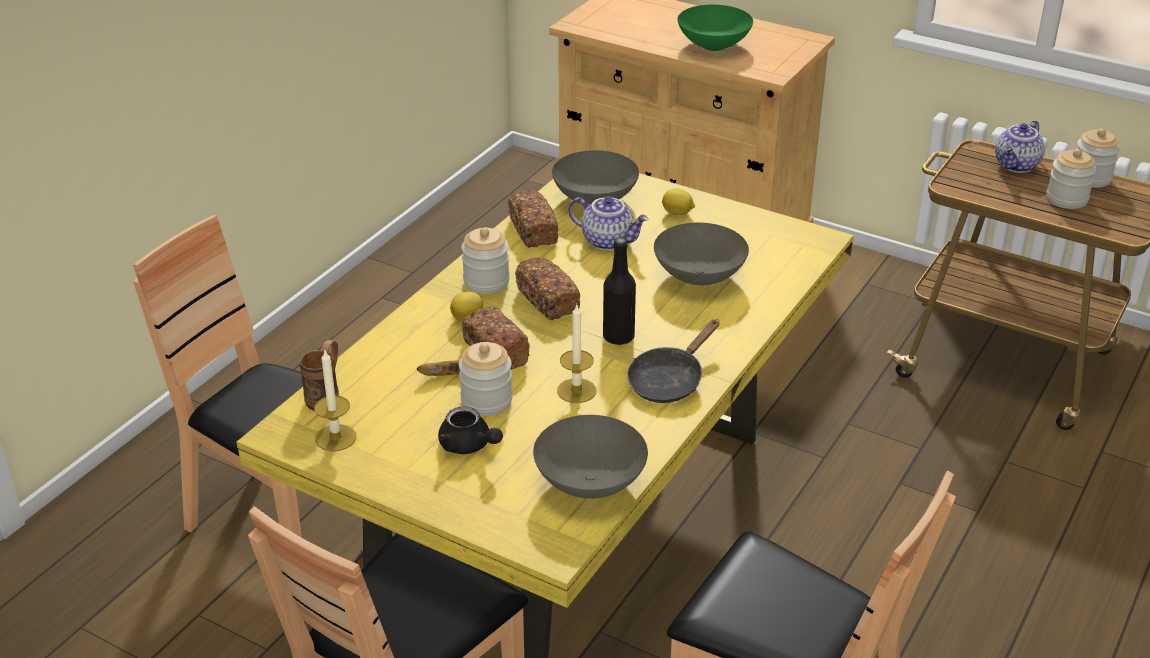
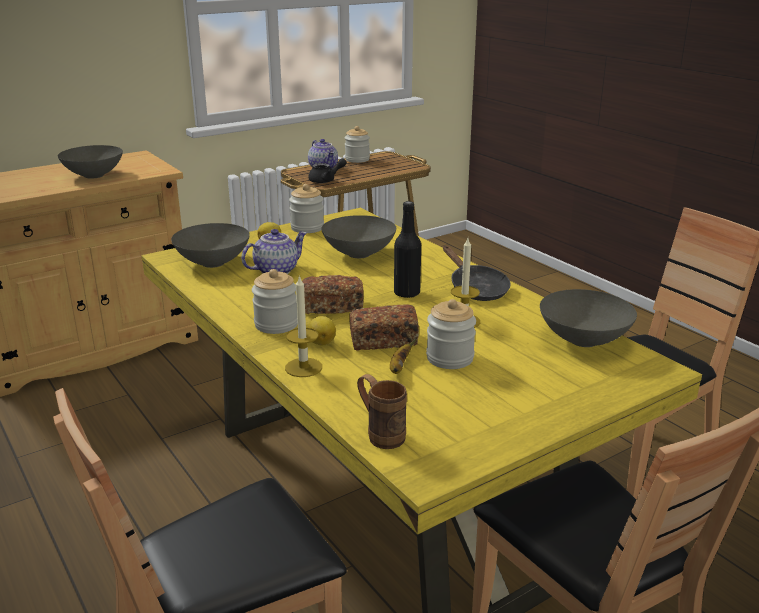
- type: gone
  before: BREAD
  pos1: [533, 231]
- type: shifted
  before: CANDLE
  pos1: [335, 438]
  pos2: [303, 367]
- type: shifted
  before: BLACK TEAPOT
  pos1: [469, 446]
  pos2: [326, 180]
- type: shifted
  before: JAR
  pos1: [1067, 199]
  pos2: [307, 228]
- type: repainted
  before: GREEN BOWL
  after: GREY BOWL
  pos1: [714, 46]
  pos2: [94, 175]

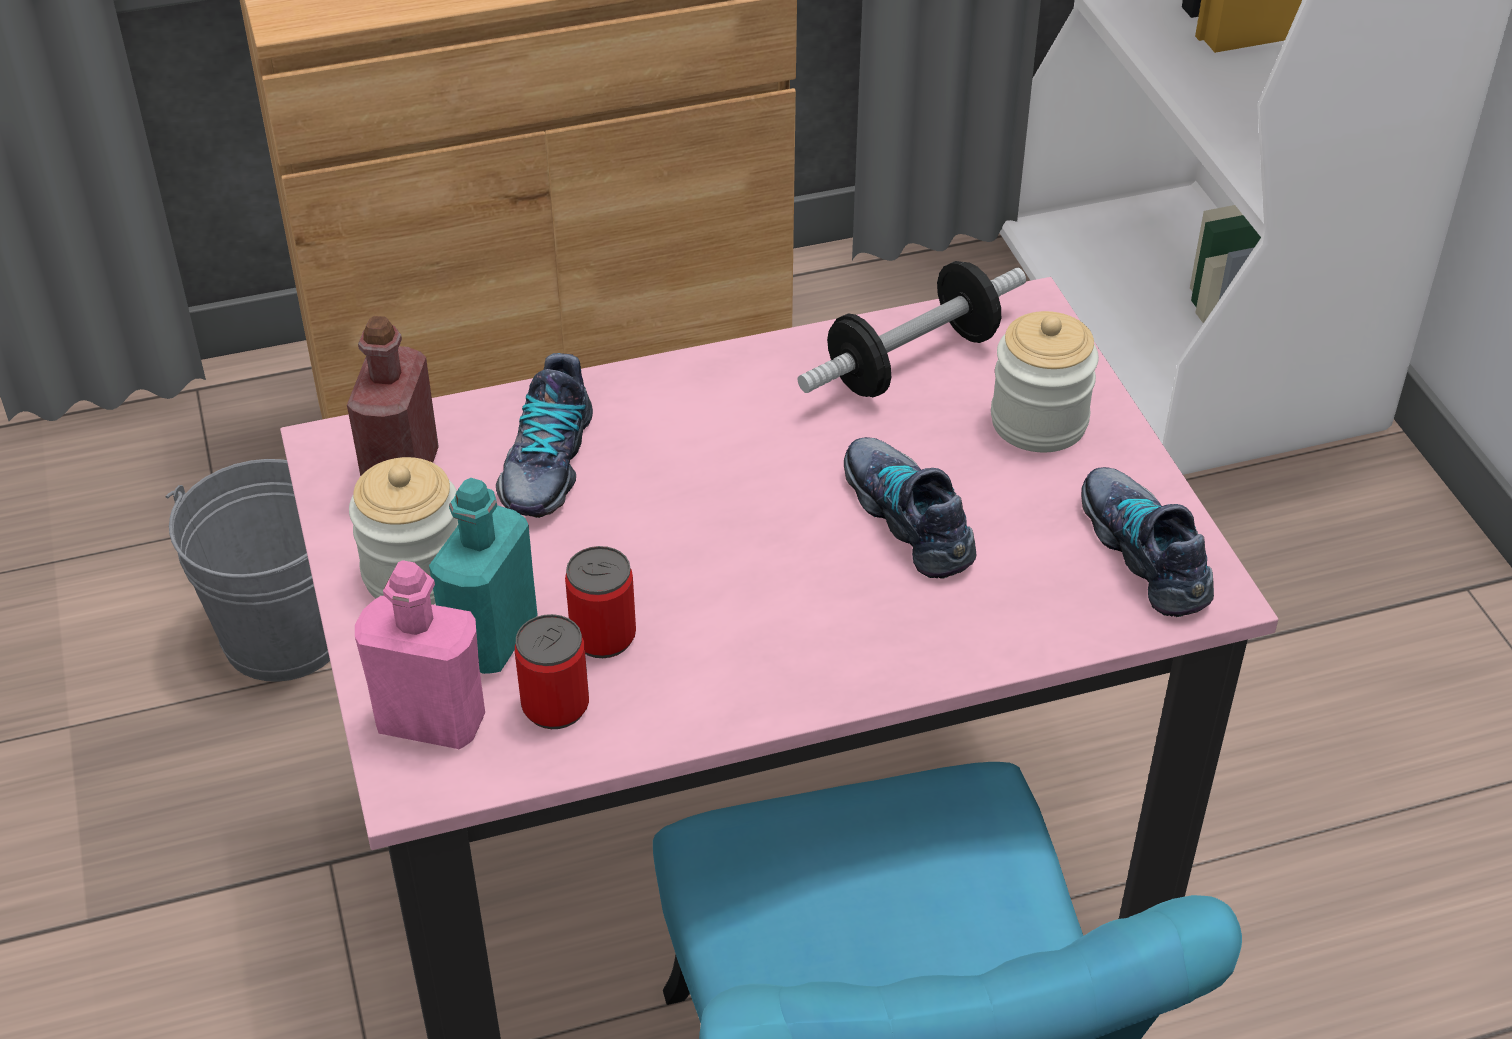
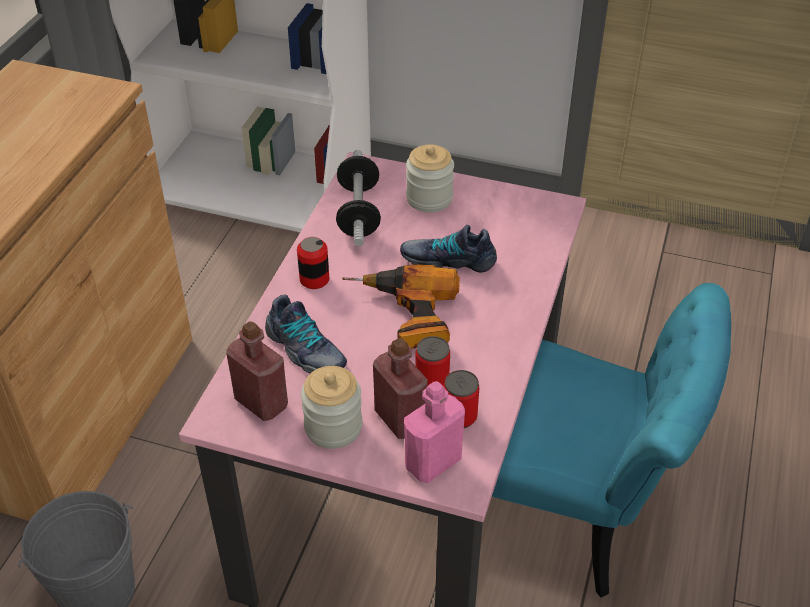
- type: gone
  before: SHOE
  pos1: [1146, 552]
- type: new
  after: CAN
  pos2: [314, 279]
- type: new
  after: POWER DRILL
  pos2: [407, 317]
- type: repainted
  before: TURQUOISE BOTTLE
  after: RED BOTTLE
  pos1: [491, 639]
  pos2: [400, 419]

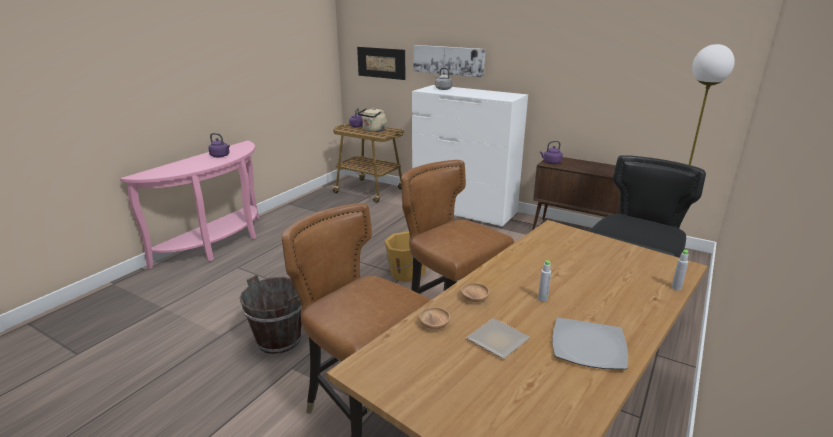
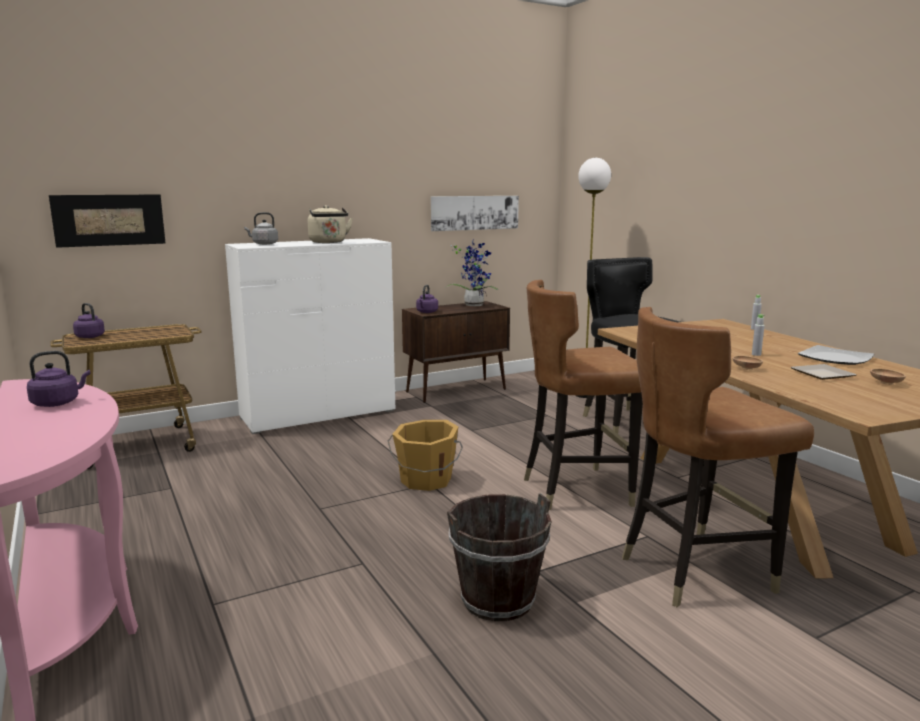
- type: new
  after: POTTED PLANT
  pos2: [474, 305]
- type: shifted
  before: BEIGE KETTLE
  pos1: [373, 130]
  pos2: [328, 242]
- type: shifted
  before: PICTURE
  pos1: [448, 60]
  pos2: [474, 212]
- type: shifted
  before: BROWN BOWL
  pos1: [434, 325]
  pos2: [886, 383]

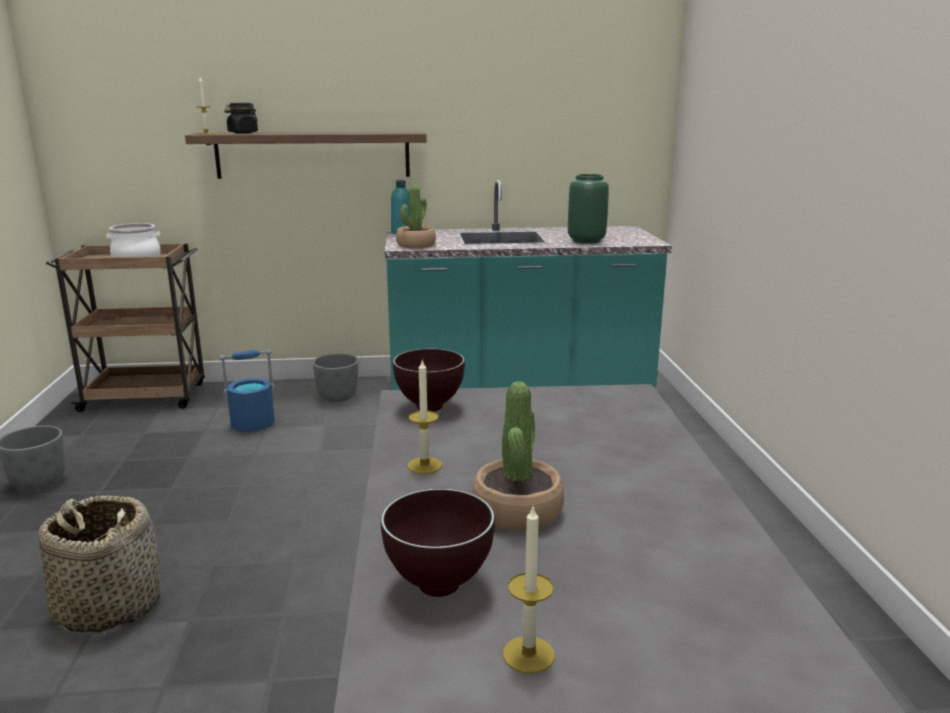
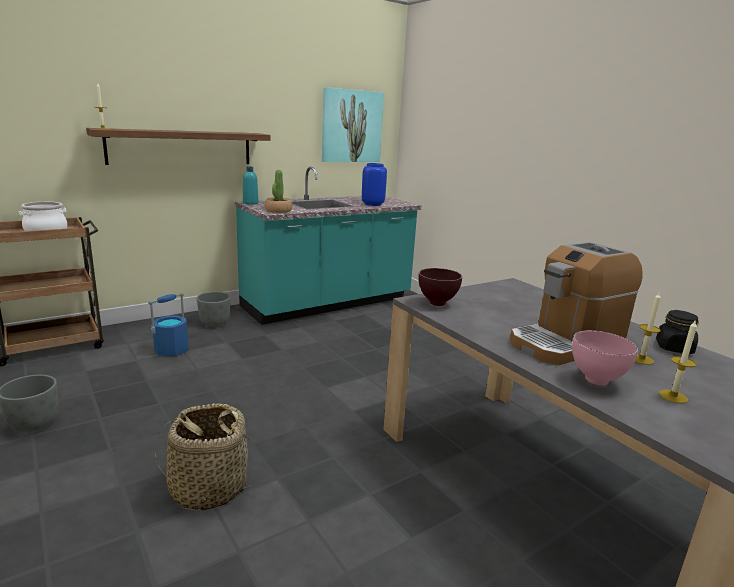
- type: new
  after: PICTURE
  pos2: [352, 126]
- type: shifted
  before: BLACK JAR
  pos1: [242, 133]
  pos2: [674, 348]
- type: shifted
  before: CANDLE
  pos1: [424, 465]
  pos2: [641, 359]
- type: swapped
  before: POTTED PLANT
  after: COFFEE MACHINE
  pos1: [518, 511]
  pos2: [566, 343]
- type: repainted
  before: BROWN BOWL
  after: PINK BOWL
  pos1: [441, 585]
  pos2: [596, 380]
- type: repainted
  before: GREEN VASE
  after: BLUE VASE
  pos1: [586, 241]
  pos2: [373, 204]

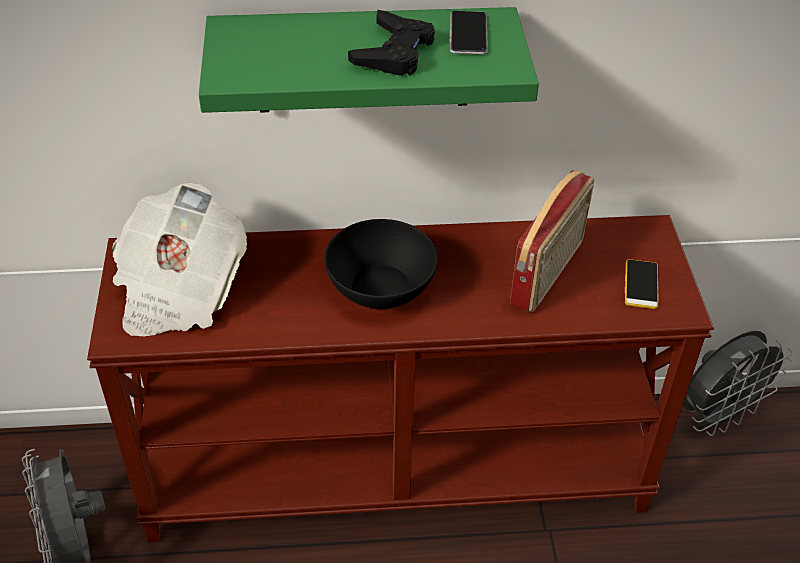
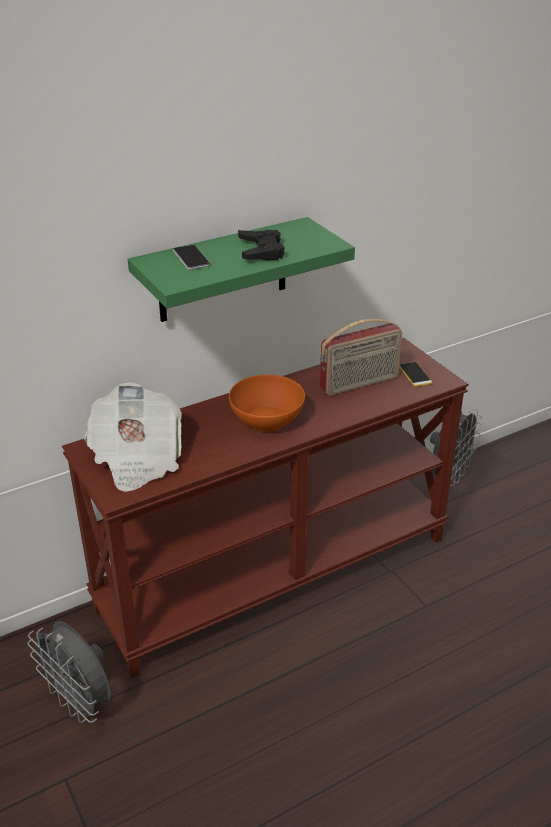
- type: shifted
  before: PHONE
  pos1: [468, 34]
  pos2: [191, 258]
- type: repainted
  before: BLACK BOWL
  after: ORANGE BOWL
  pos1: [381, 288]
  pos2: [267, 419]
- type: rotated
  before: RADIO
  pos1: [548, 273]
  pos2: [359, 384]
  turn: 60

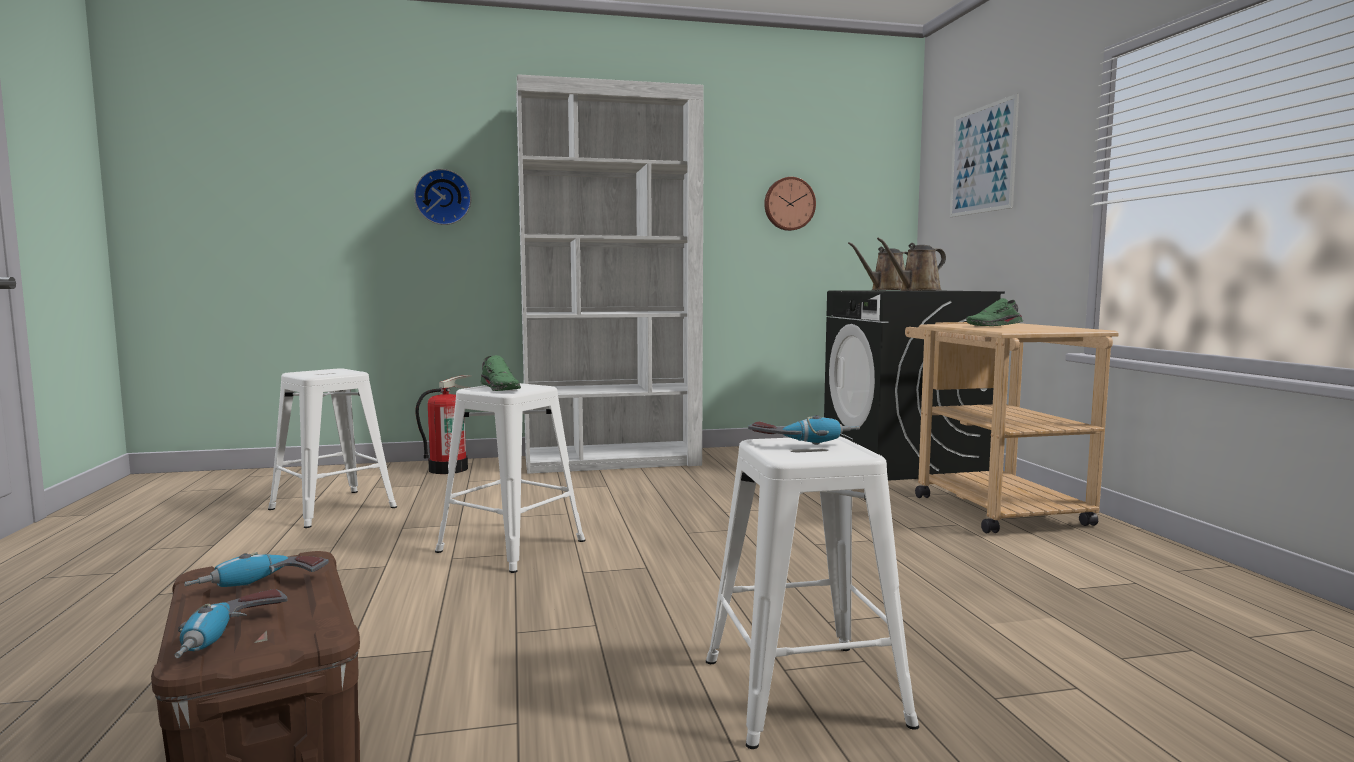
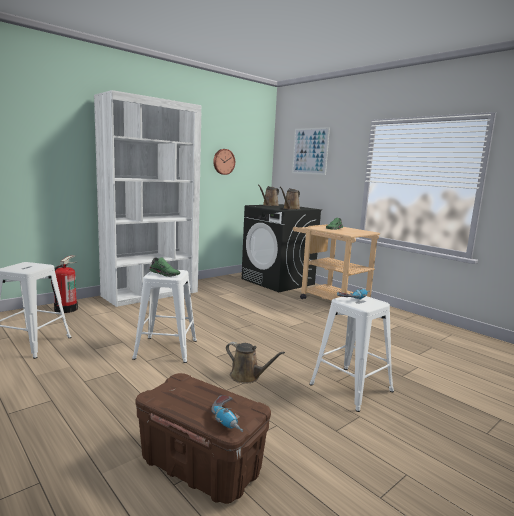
- type: gone
  before: POWER DRILL
  pos1: [260, 587]
- type: gone
  before: WALL CLOCK
  pos1: [443, 197]
- type: new
  after: BROWN WATERING CAN
  pos2: [247, 377]

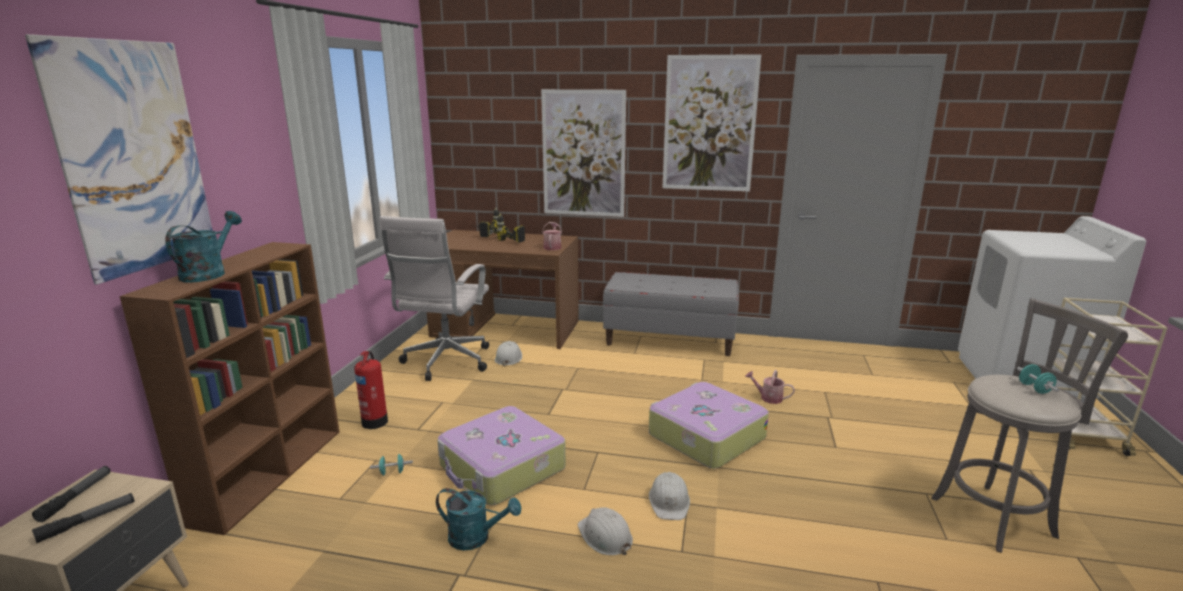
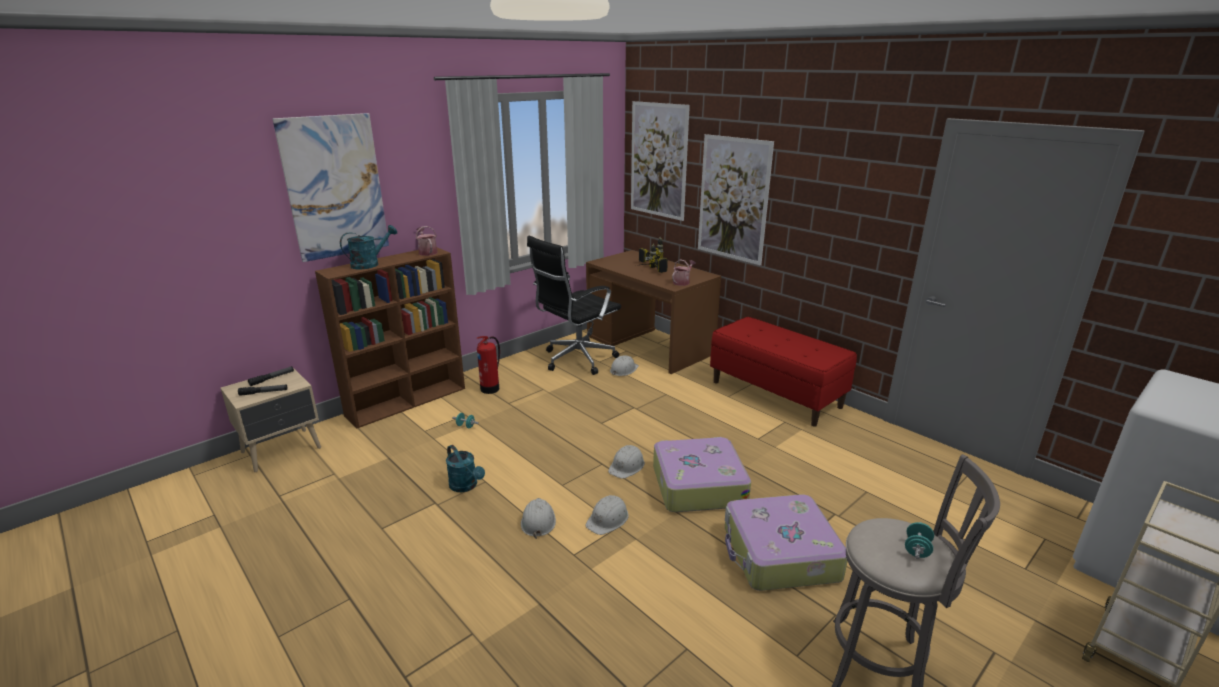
- type: new
  after: WHITE HARD HAT
  pos2: [627, 466]
- type: shifted
  before: SUITCASE
  pos1: [502, 468]
  pos2: [779, 554]
- type: shifted
  before: PICTURE
  pos1: [709, 124]
  pos2: [658, 160]
- type: shifted
  before: WATERING CAN
  pos1: [768, 398]
  pos2: [427, 252]
- type: repainted
  before: WHITE OFFICE CHAIR
  after: BLACK OFFICE CHAIR
  pos1: [445, 363]
  pos2: [576, 360]
- type: repainted
  before: GREY BENCH
  after: RED BENCH
  pos1: [670, 340]
  pos2: [776, 394]

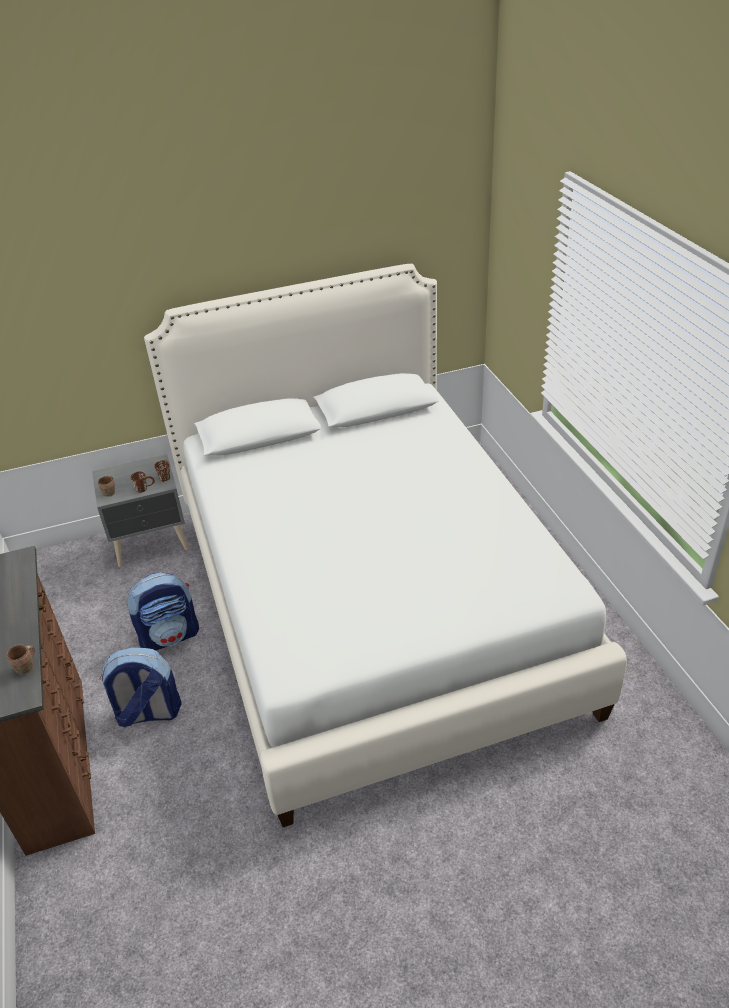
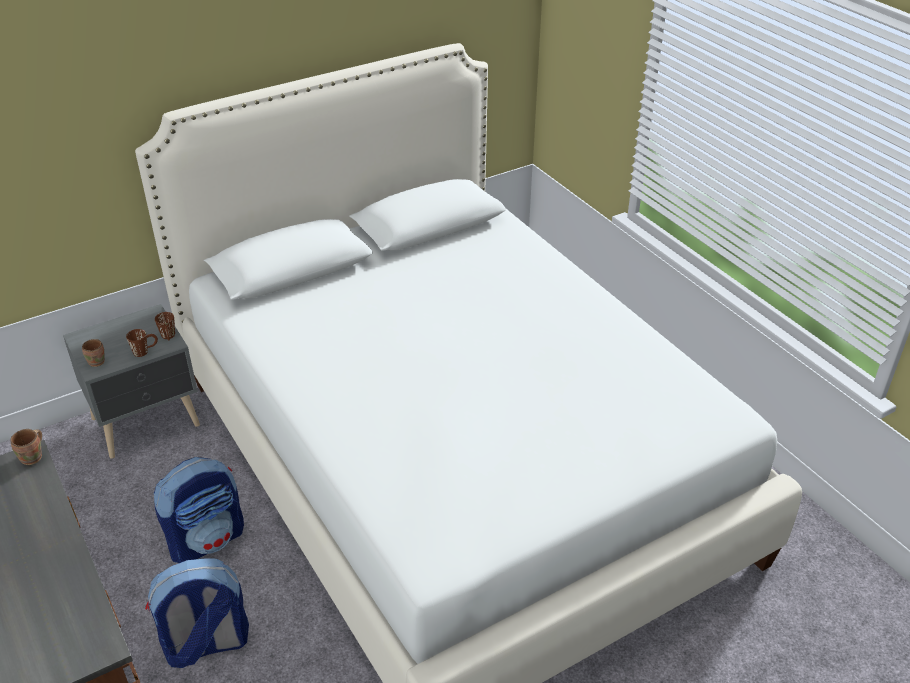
- type: shifted
  before: BROWN MUG
  pos1: [26, 668]
  pos2: [33, 457]

